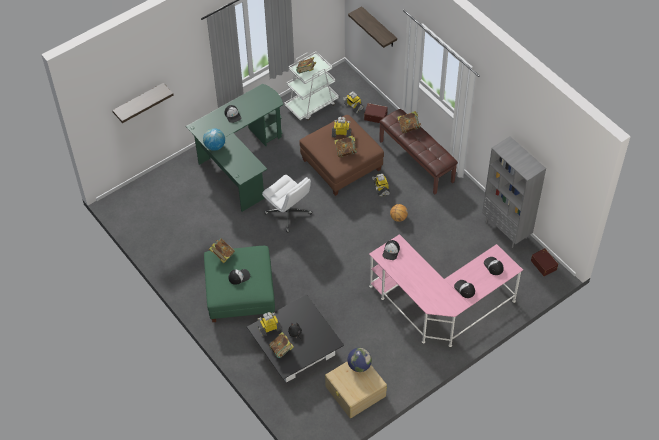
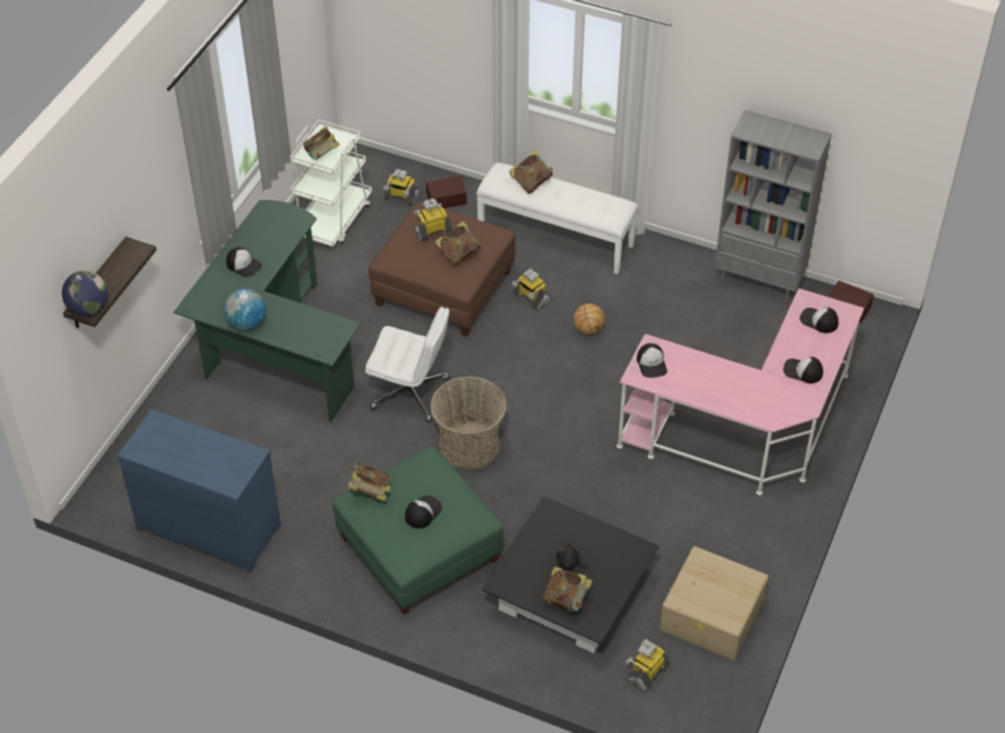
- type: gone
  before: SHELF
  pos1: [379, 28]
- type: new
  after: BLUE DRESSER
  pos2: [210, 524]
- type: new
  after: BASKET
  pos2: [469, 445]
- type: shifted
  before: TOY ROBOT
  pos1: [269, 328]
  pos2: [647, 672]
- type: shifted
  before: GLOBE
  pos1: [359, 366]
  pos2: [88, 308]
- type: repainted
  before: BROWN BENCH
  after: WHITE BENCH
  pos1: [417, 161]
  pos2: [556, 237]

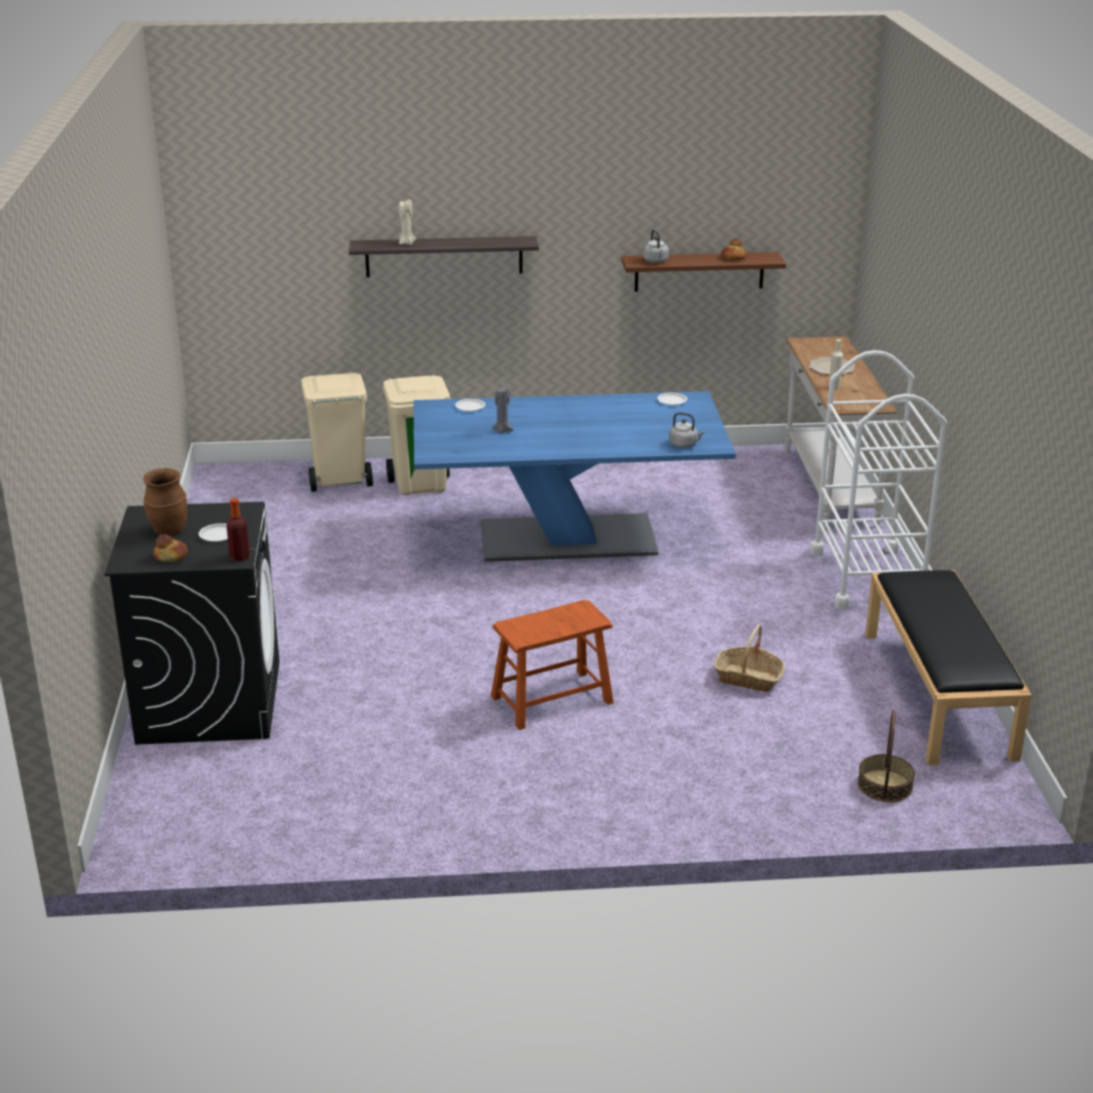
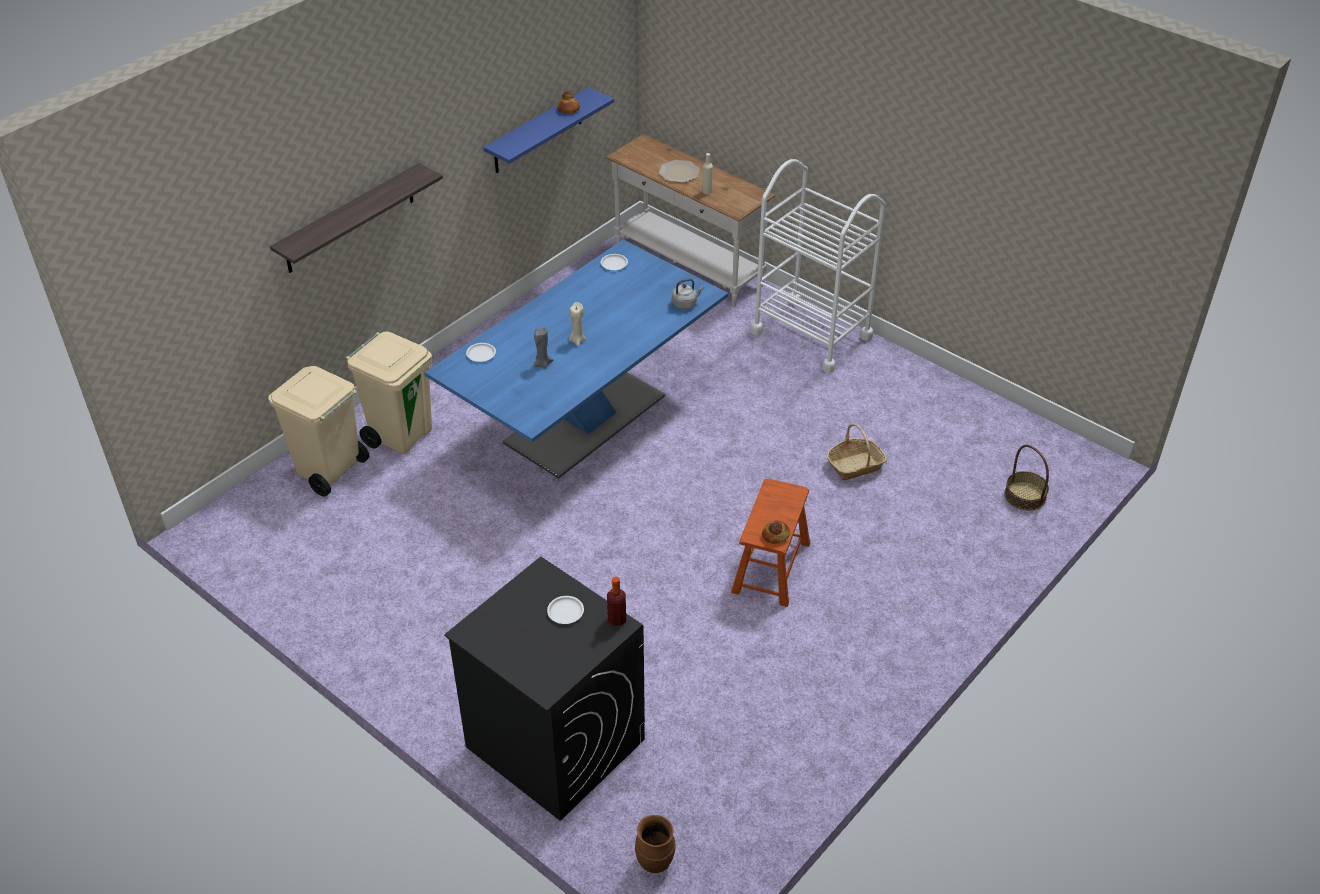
- type: gone
  before: GREY KETTLE
  pos1: [656, 261]
- type: gone
  before: BLACK BENCH
  pos1: [939, 694]
- type: shifted
  before: BROWN VASE
  pos1: [169, 531]
  pos2: [655, 862]
- type: shifted
  before: BREAD
  pos1: [171, 557]
  pos2: [775, 535]
- type: shifted
  before: BEIGE CANDLE
  pos1: [406, 243]
  pos2: [577, 340]
- type: repainted
  before: BROWN SHELF
  after: BLUE SHELF
  pos1: [699, 271]
  pos2: [538, 131]

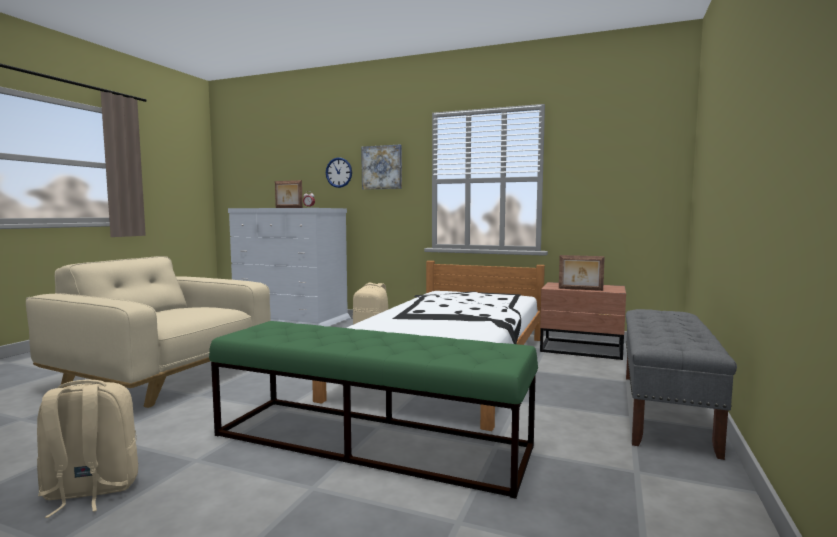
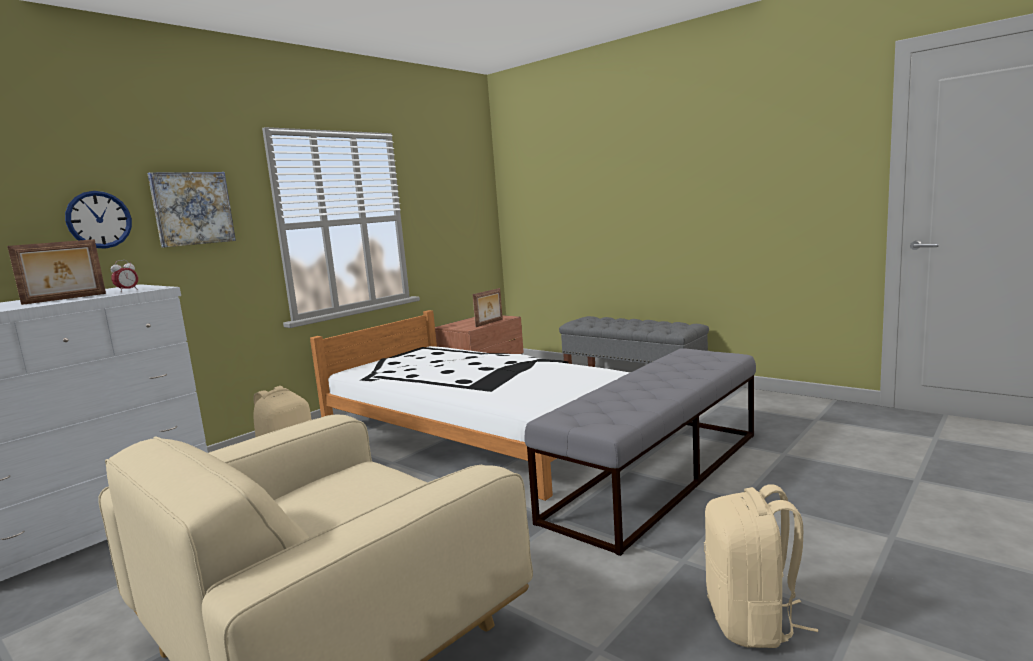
- type: repainted
  before: GREEN BENCH
  after: GREY BENCH
  pos1: [371, 441]
  pos2: [657, 474]

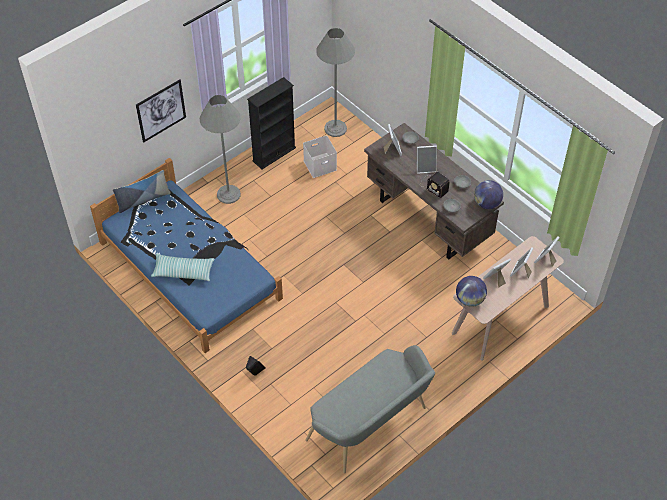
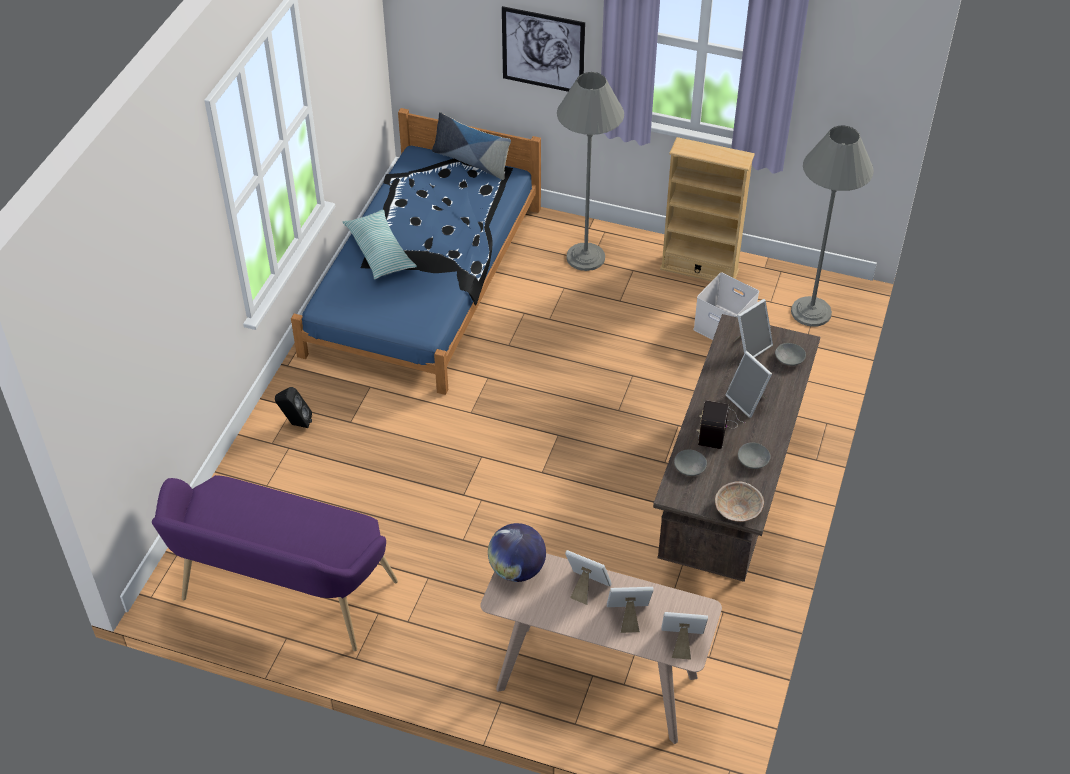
- type: swapped
  before: GLOBE
  after: BEIGE BOWL
  pos1: [487, 204]
  pos2: [737, 510]
- type: repainted
  before: BLACK BOOKCASE
  after: BEIGE BOOKCASE
  pos1: [274, 154]
  pos2: [699, 269]
- type: repainted
  before: GREY BENCH
  after: PURPLE BENCH
  pos1: [371, 426]
  pos2: [282, 597]

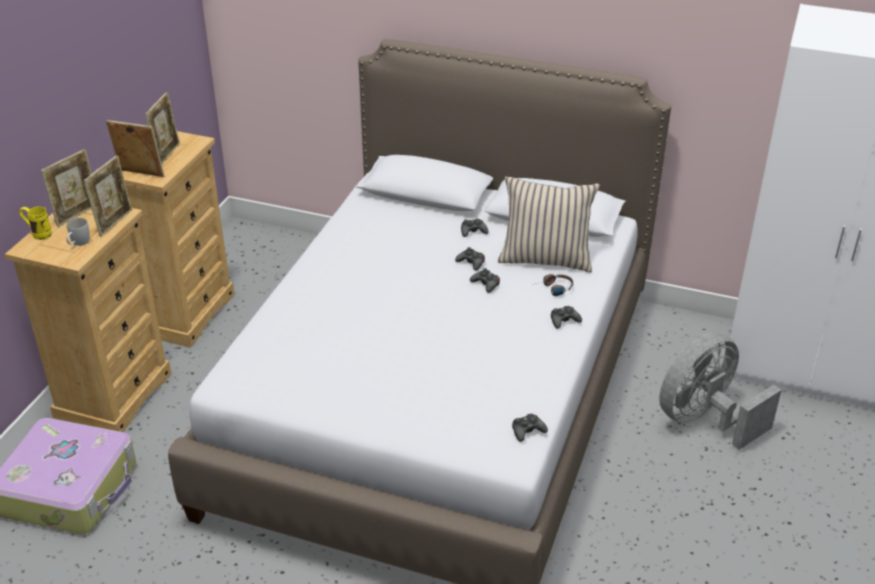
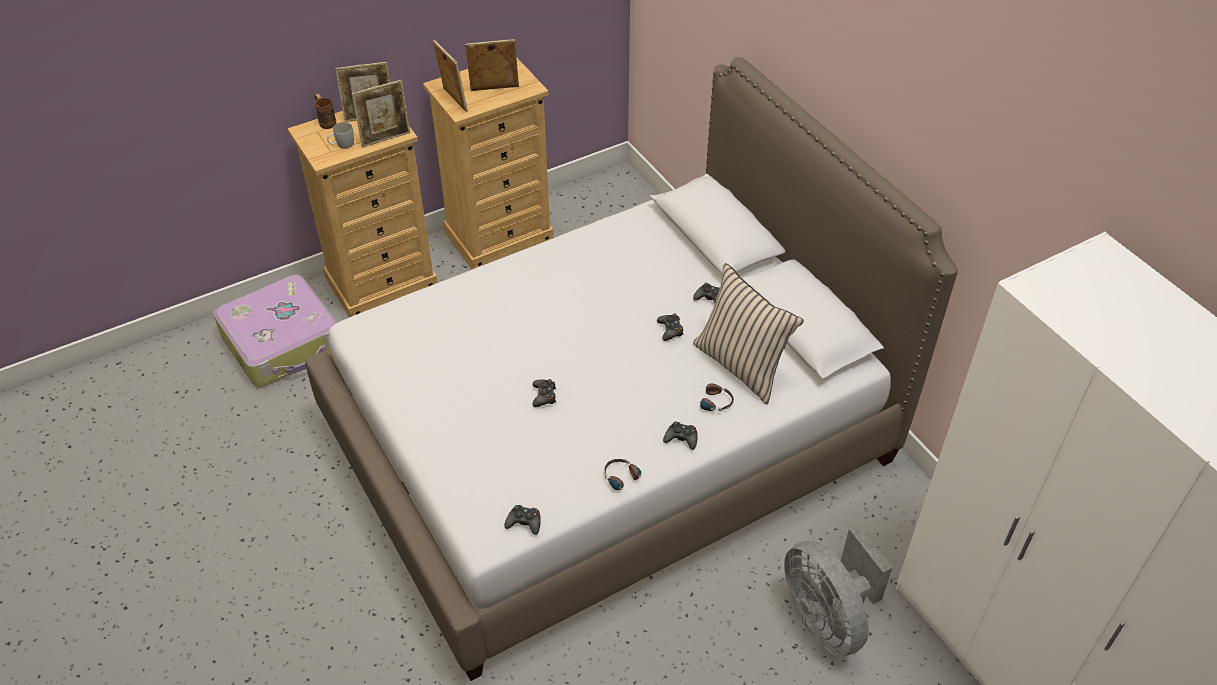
- type: new
  after: HEADPHONES
  pos2: [625, 481]
- type: shifted
  before: BLACK GAME CONTROLLER
  pos1: [486, 284]
  pos2: [544, 396]
- type: repainted
  before: YELLOW MUG
  after: BROWN MUG
  pos1: [38, 234]
  pos2: [326, 121]
- type: rotated
  before: PICTURE FRAME
  pos1: [167, 154]
  pos2: [494, 90]
  turn: -150
- type: rotated
  before: GREY FAN
  pos1: [705, 420]
  pos2: [827, 618]
  turn: -120

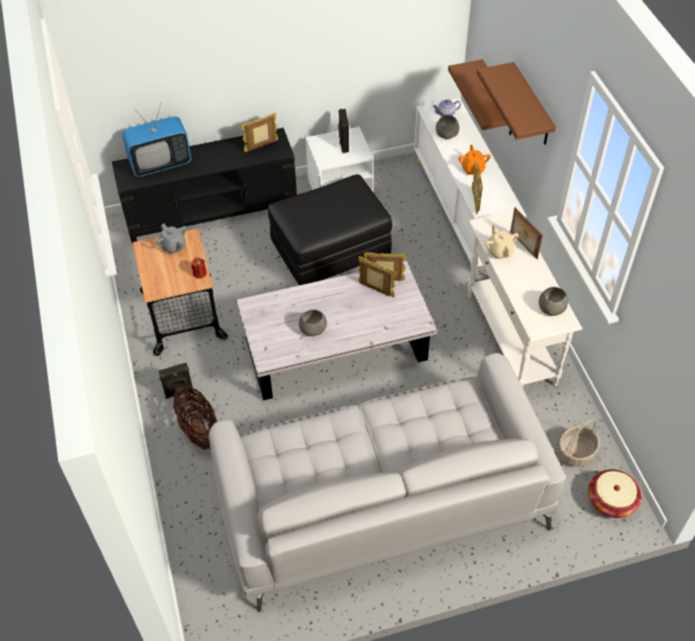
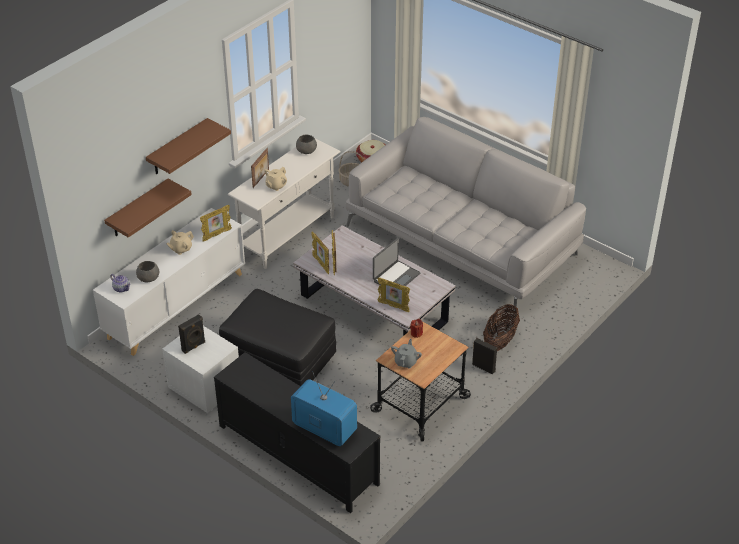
- type: shifted
  before: PICTURE FRAME
  pos1: [261, 147]
  pos2: [393, 306]
- type: swapped
  before: GREY BOWL
  after: LAPTOP
  pos1: [313, 329]
  pos2: [395, 277]
- type: repainted
  before: ORANGE TEAPOT
  after: BEIGE TEAPOT
  pos1: [473, 169]
  pos2: [181, 249]

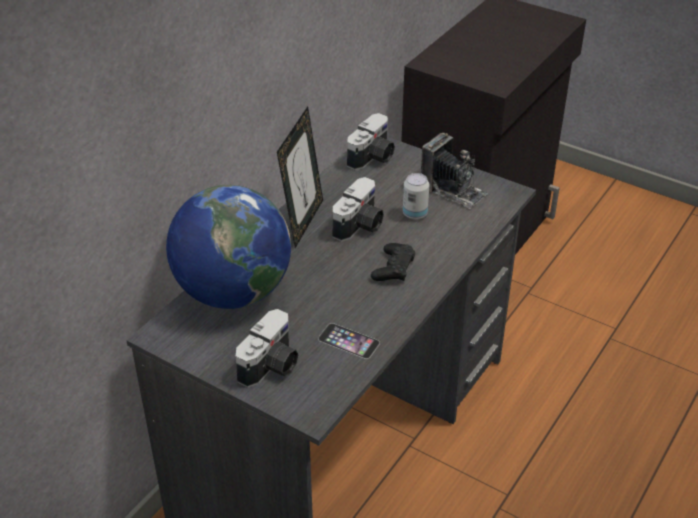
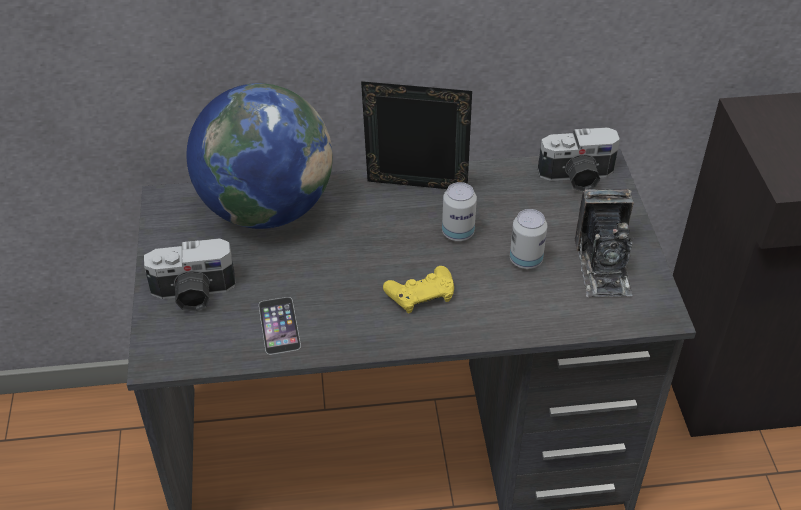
- type: swapped
  before: PHOTO CAMERA
  after: CAN
  pos1: [360, 226]
  pos2: [458, 233]
- type: repainted
  before: BLACK GAME CONTROLLER
  after: YELLOW GAME CONTROLLER
  pos1: [393, 268]
  pos2: [421, 294]
- type: rotated
  before: PICTURE FRAME
  pos1: [303, 222]
  pos2: [416, 191]
  turn: -150

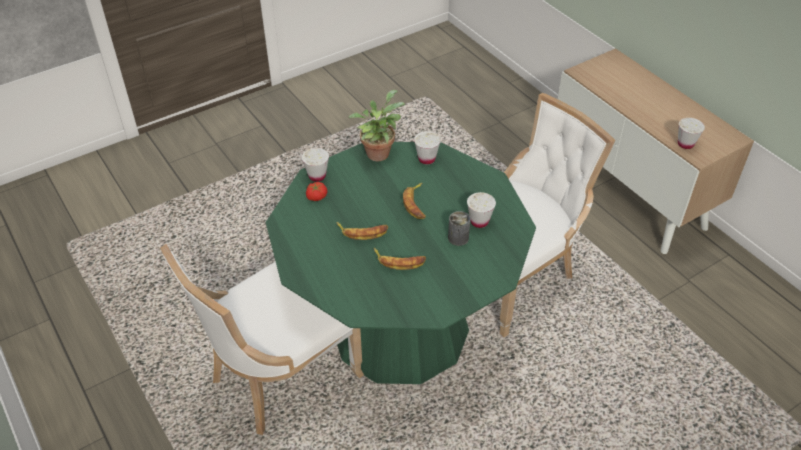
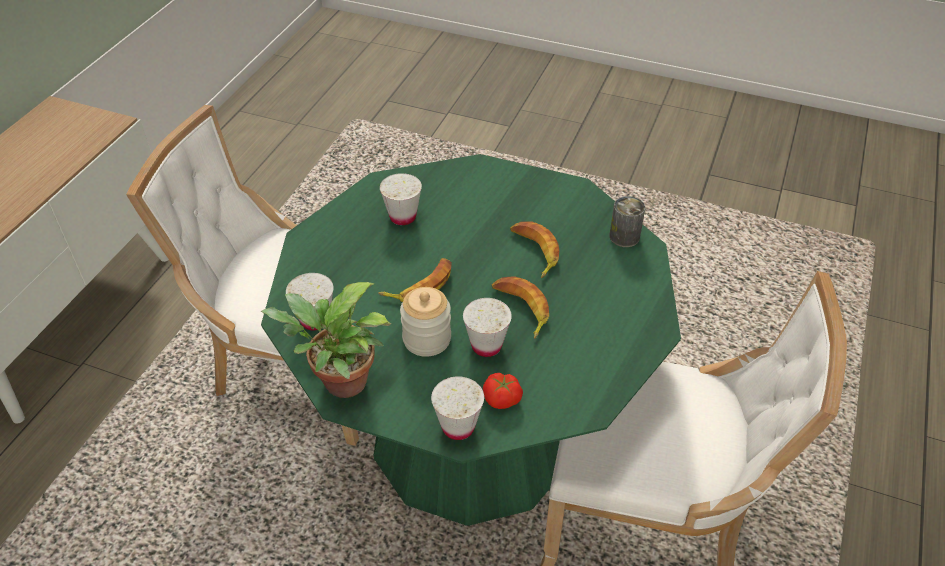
- type: new
  after: JAR
  pos2: [427, 339]
- type: shifted
  before: CAN
  pos1: [458, 238]
  pos2: [624, 236]
- type: shifted
  before: WHITE CUP
  pos1: [685, 144]
  pos2: [486, 346]

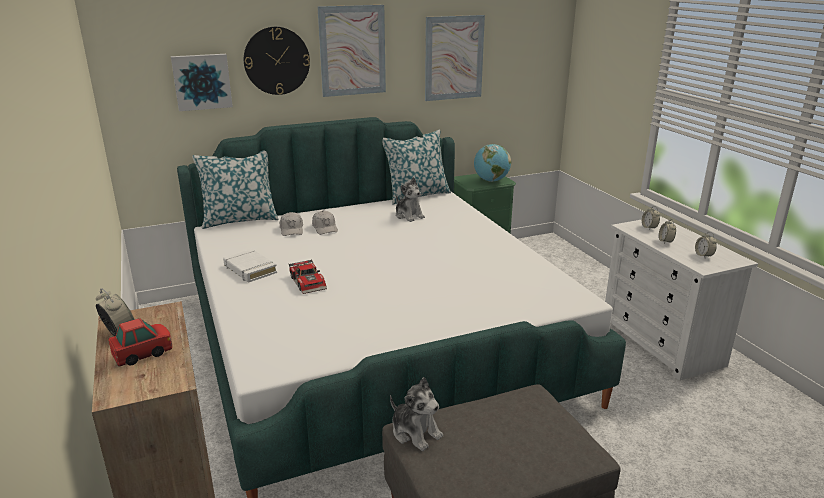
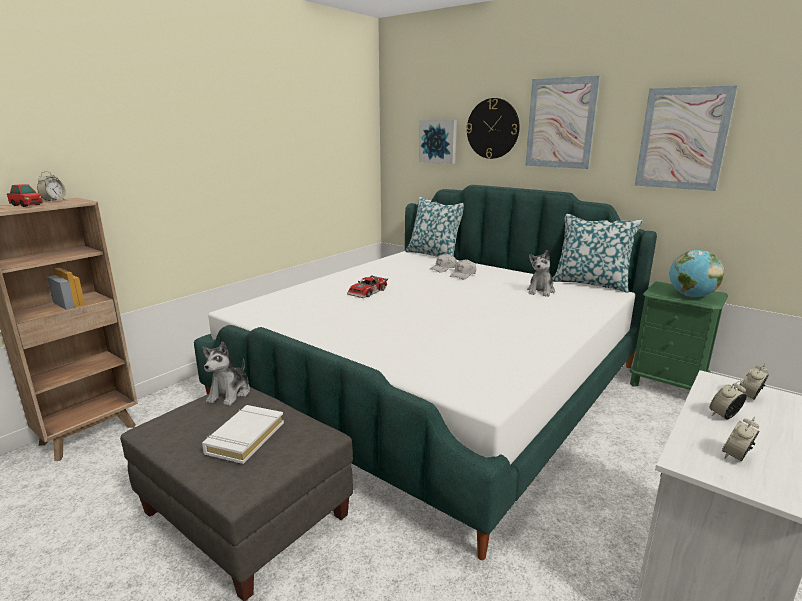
- type: shifted
  before: WHITE BOOK
  pos1: [249, 269]
  pos2: [244, 438]

